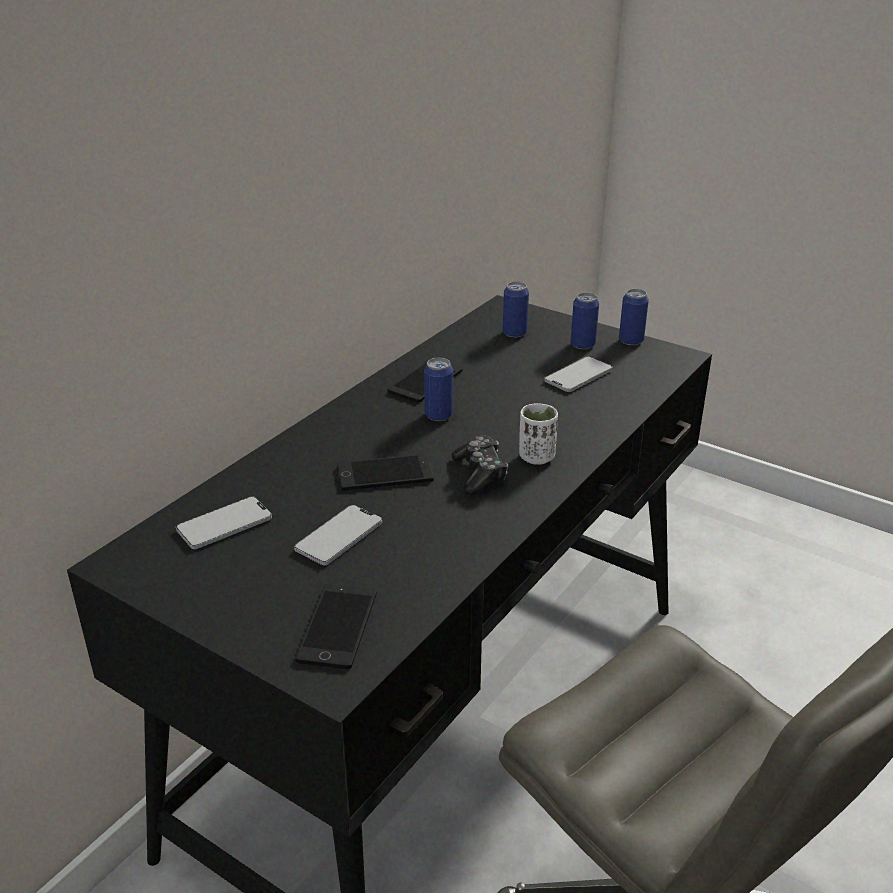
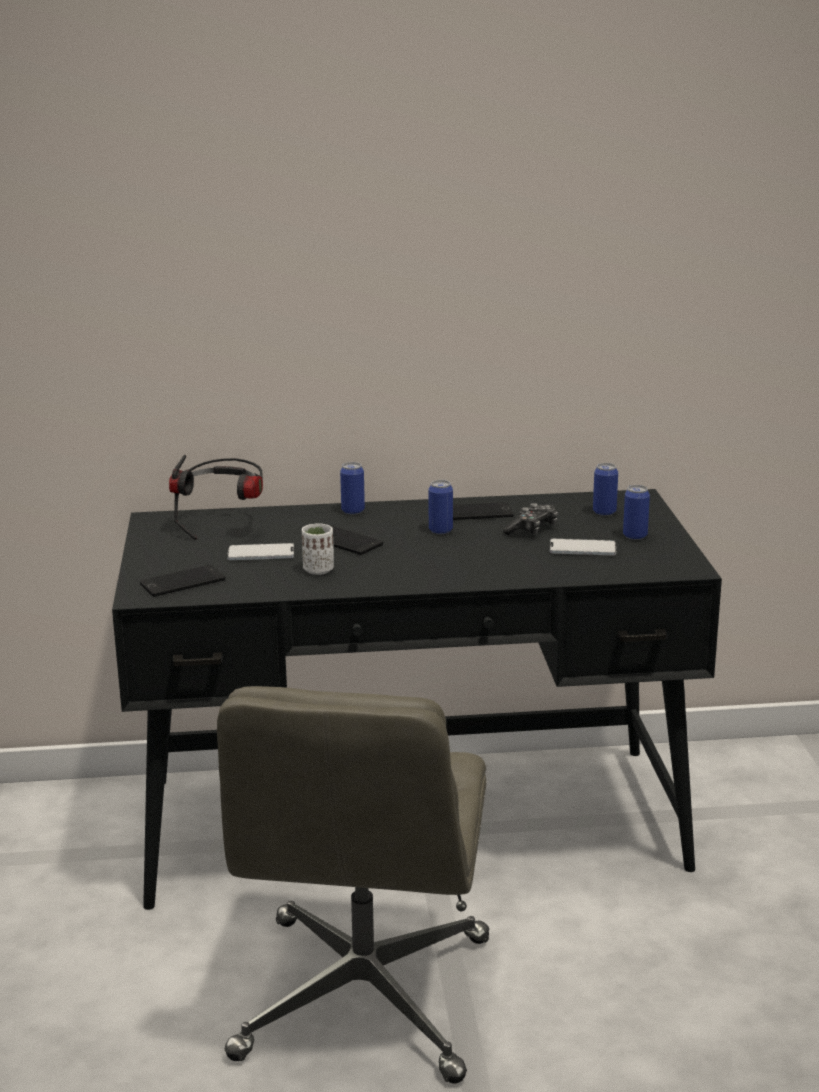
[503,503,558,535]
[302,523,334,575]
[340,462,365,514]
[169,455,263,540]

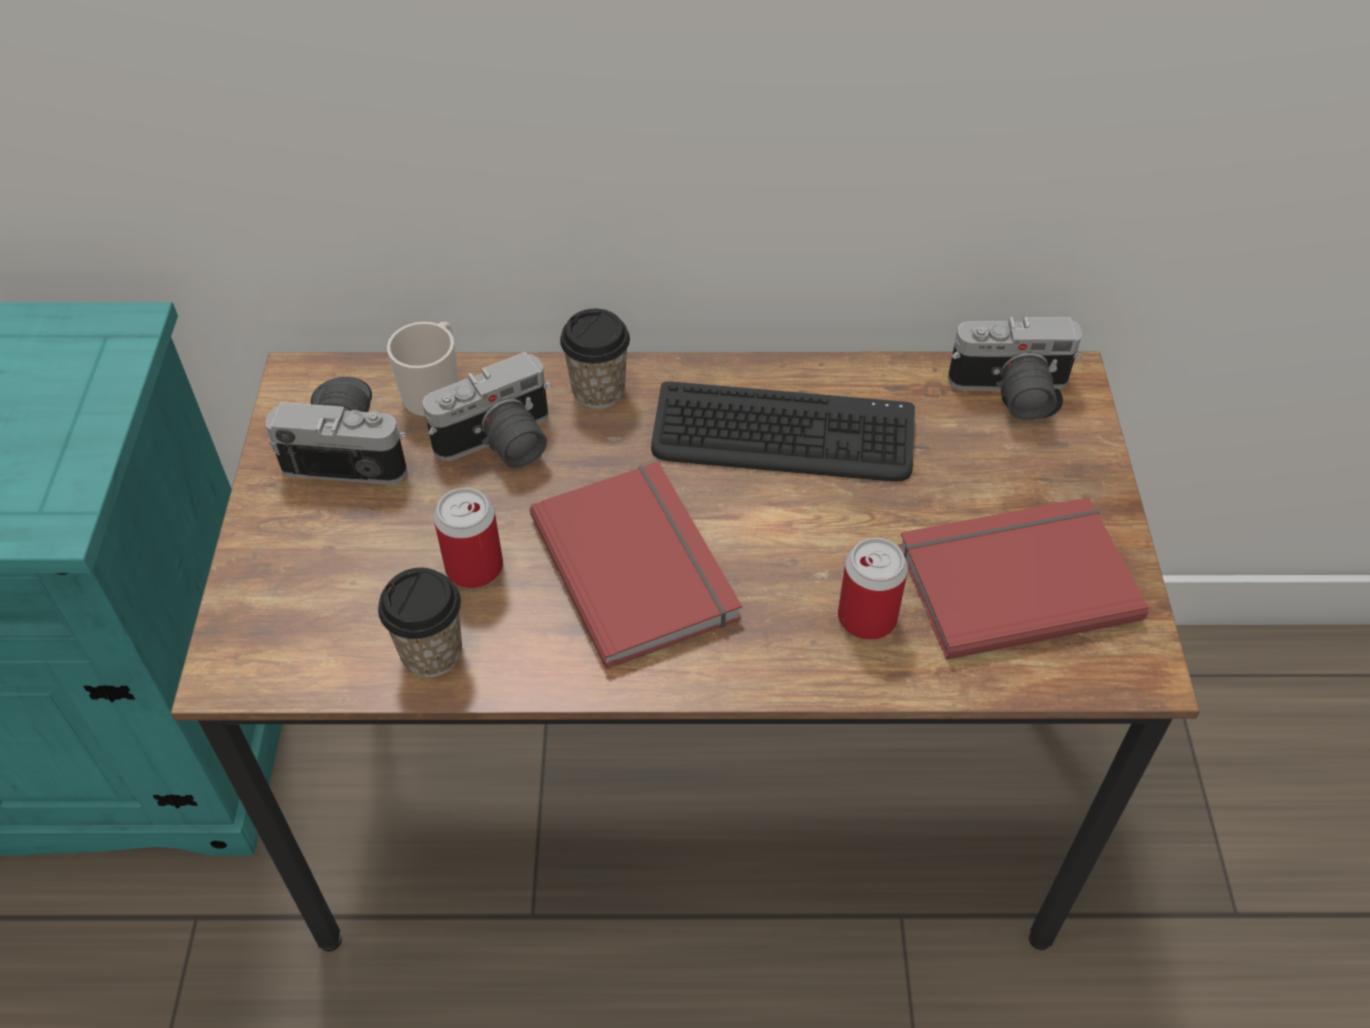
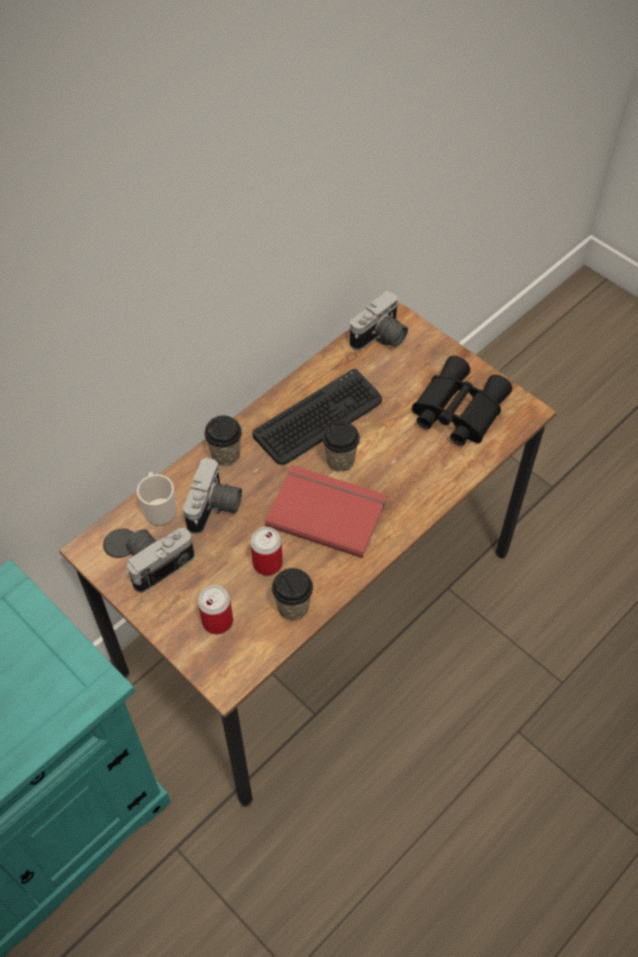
[322,421,360,472]
[198,585,233,634]
[412,356,512,446]

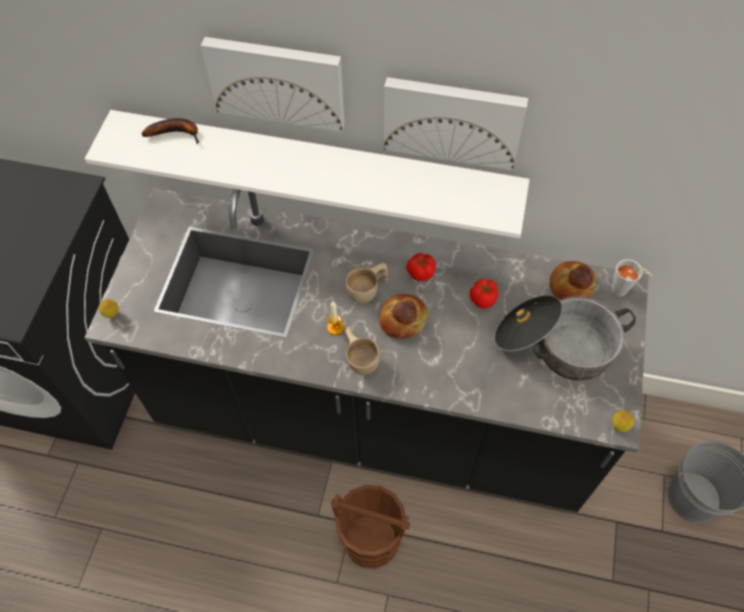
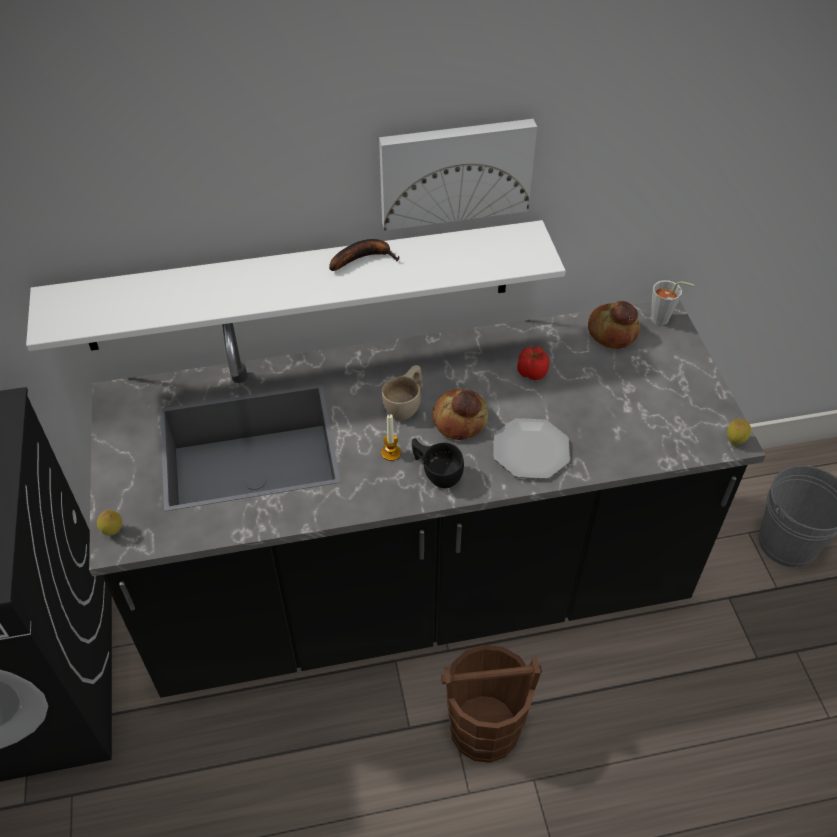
[201,37,345,132] (first image)
[407,253,436,281] (first image)
[494,295,636,381] (first image)
[494,418,570,479]
[329,239,399,271]
[412,438,464,488]

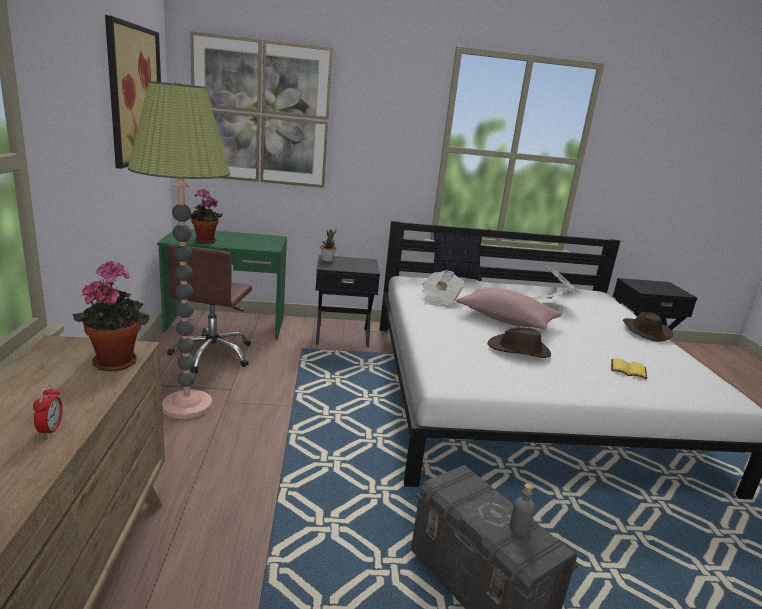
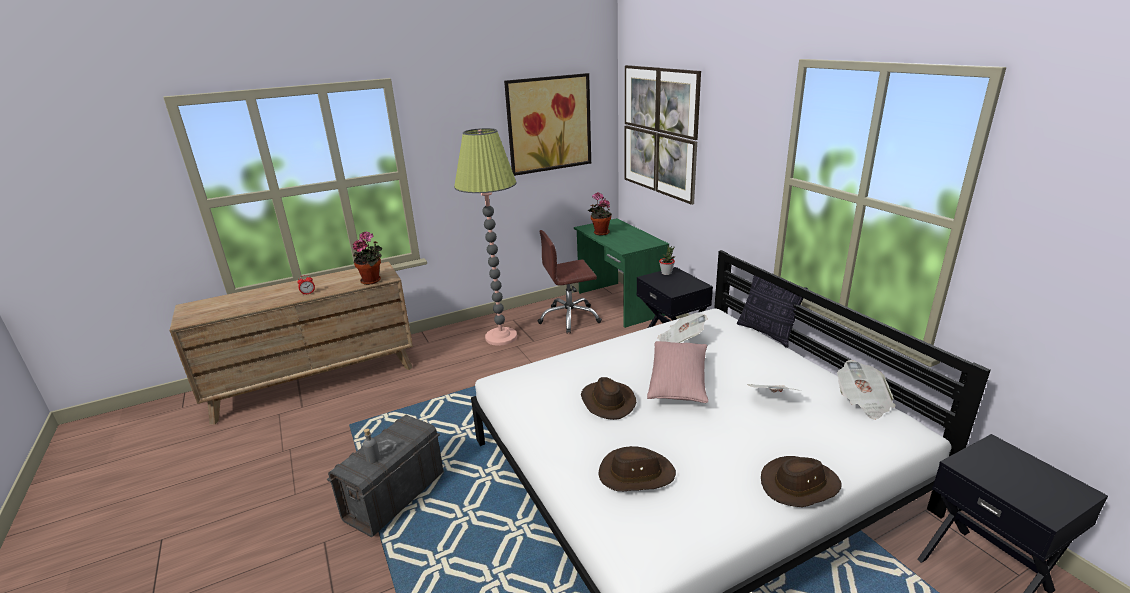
[599,446,676,491]

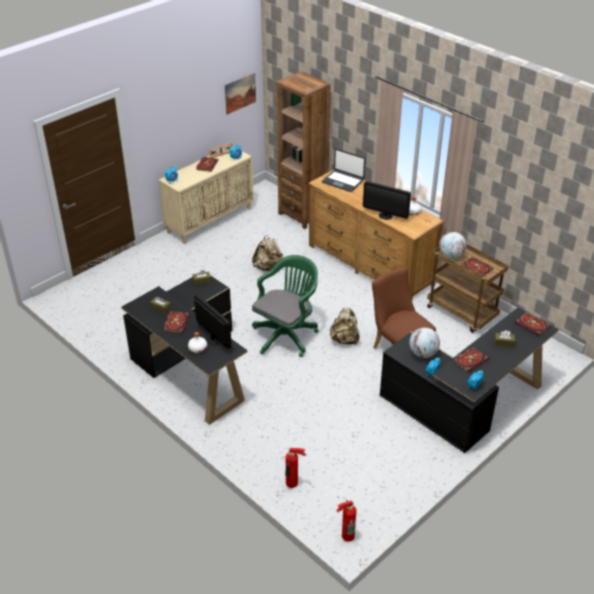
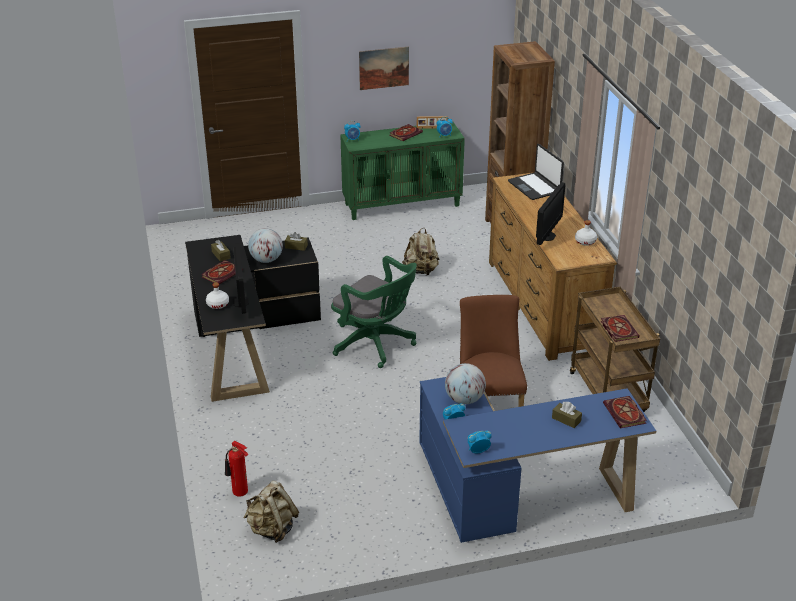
[336,499,356,542] (first image)
[453,347,489,372] (first image)
[359,47,409,90]
[244,481,299,543]
[248,228,283,263]
[340,122,465,220]
[419,377,656,543]
[331,256,417,368]
[536,182,566,245]

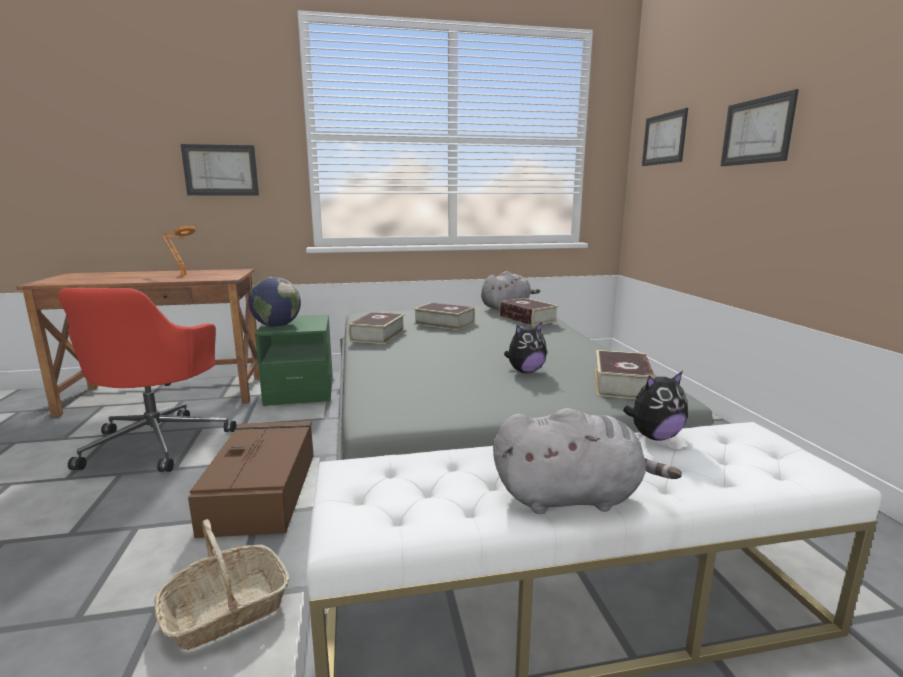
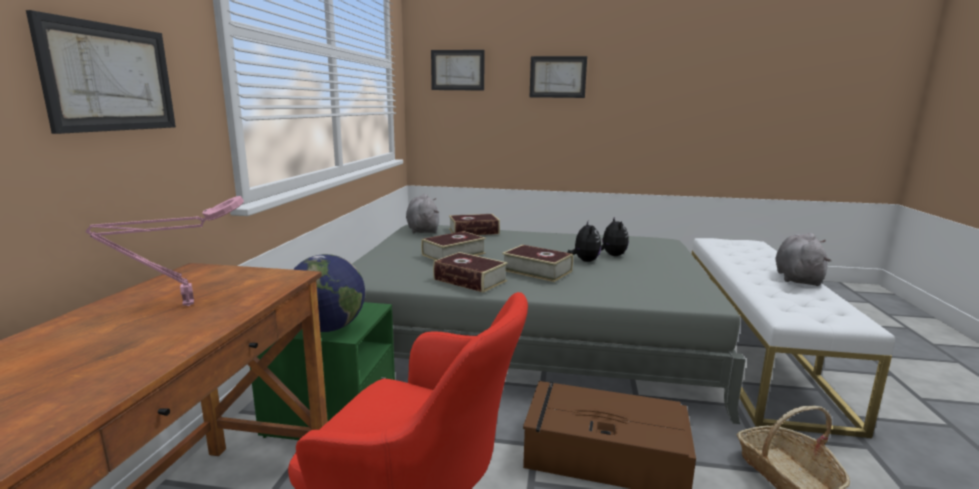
[502,245,573,282]
[567,221,601,262]
[86,196,244,306]

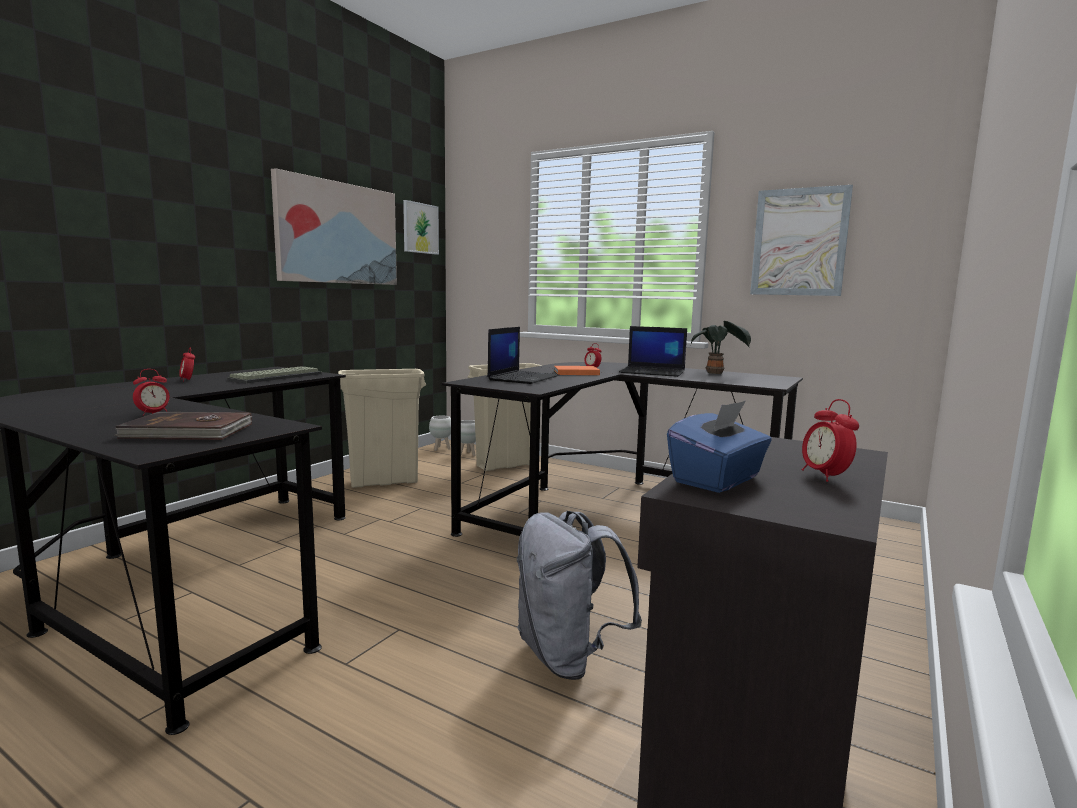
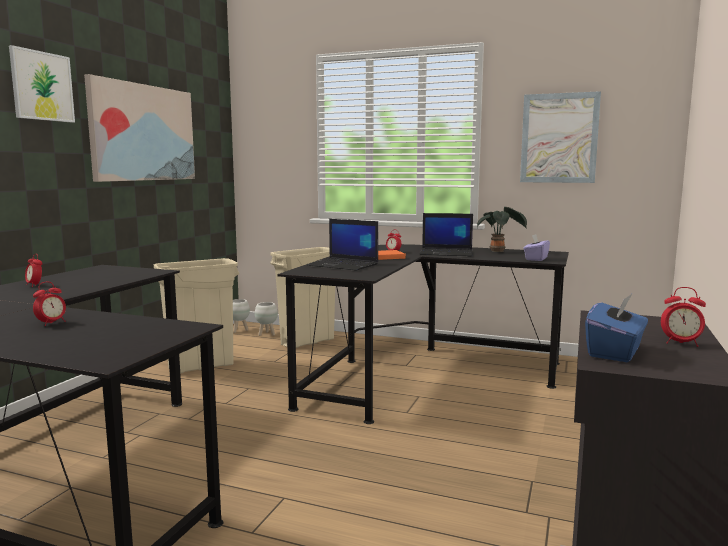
[114,412,252,440] (first image)
[227,366,322,383] (first image)
[517,511,642,680] (first image)
[524,234,550,261]
[9,45,75,123]
[307,219,378,271]
[661,287,706,347]

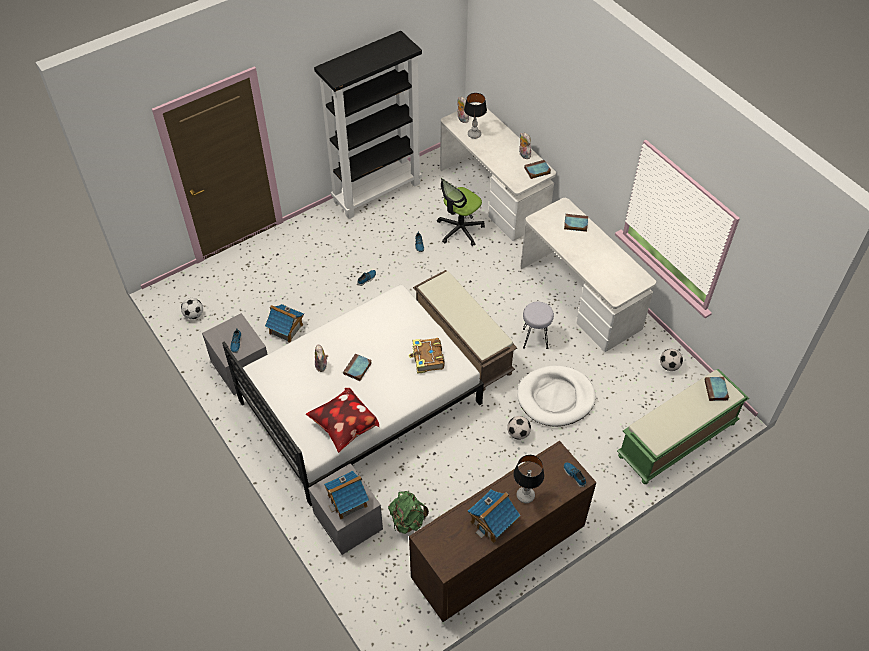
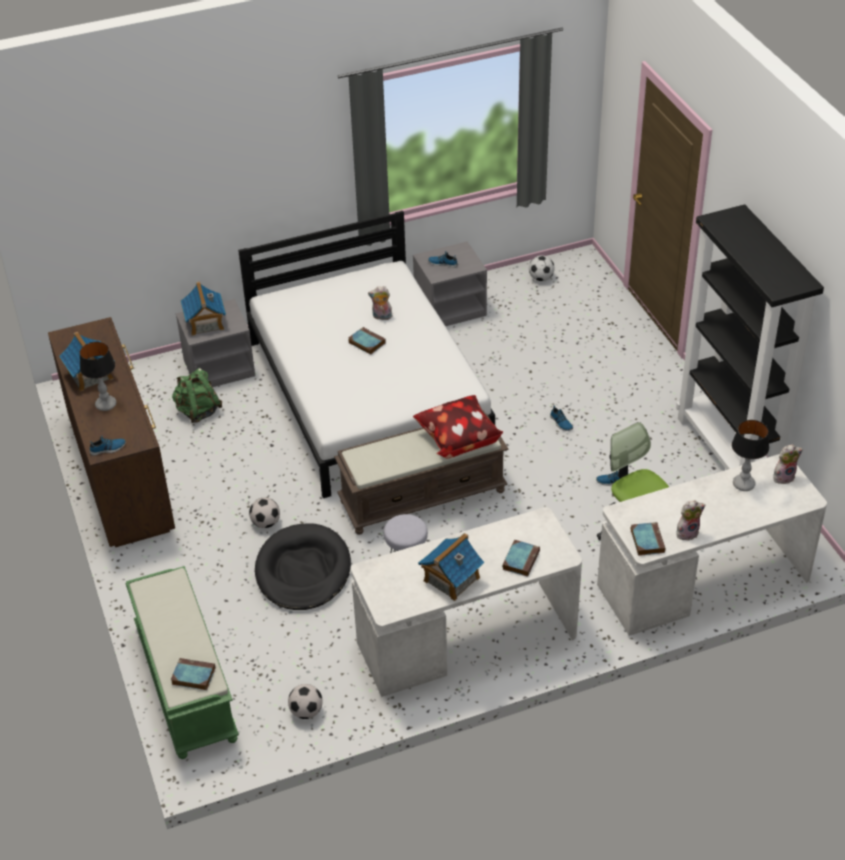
[409,338,445,374] (first image)
[418,533,485,601]
[413,395,503,459]
[255,523,351,610]

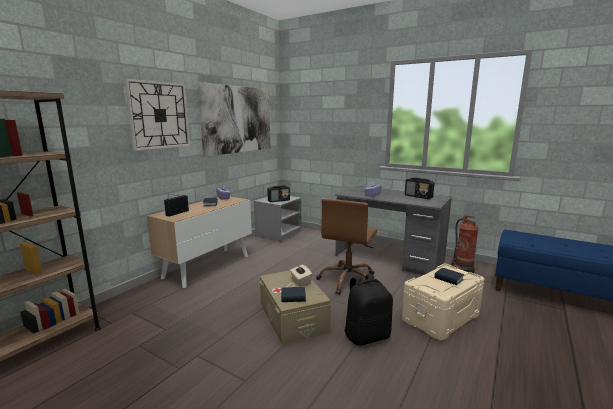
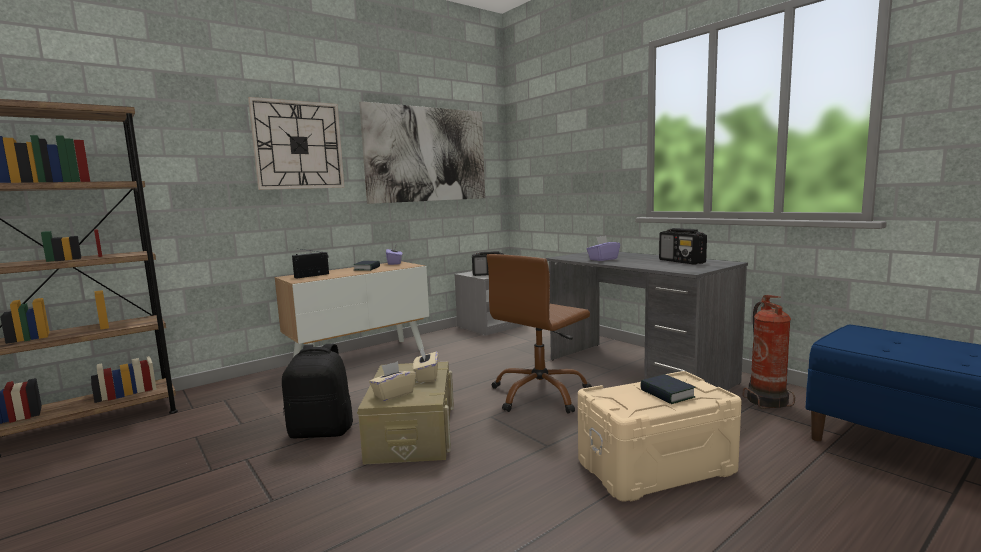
[282,344,353,438]
[369,361,416,401]

